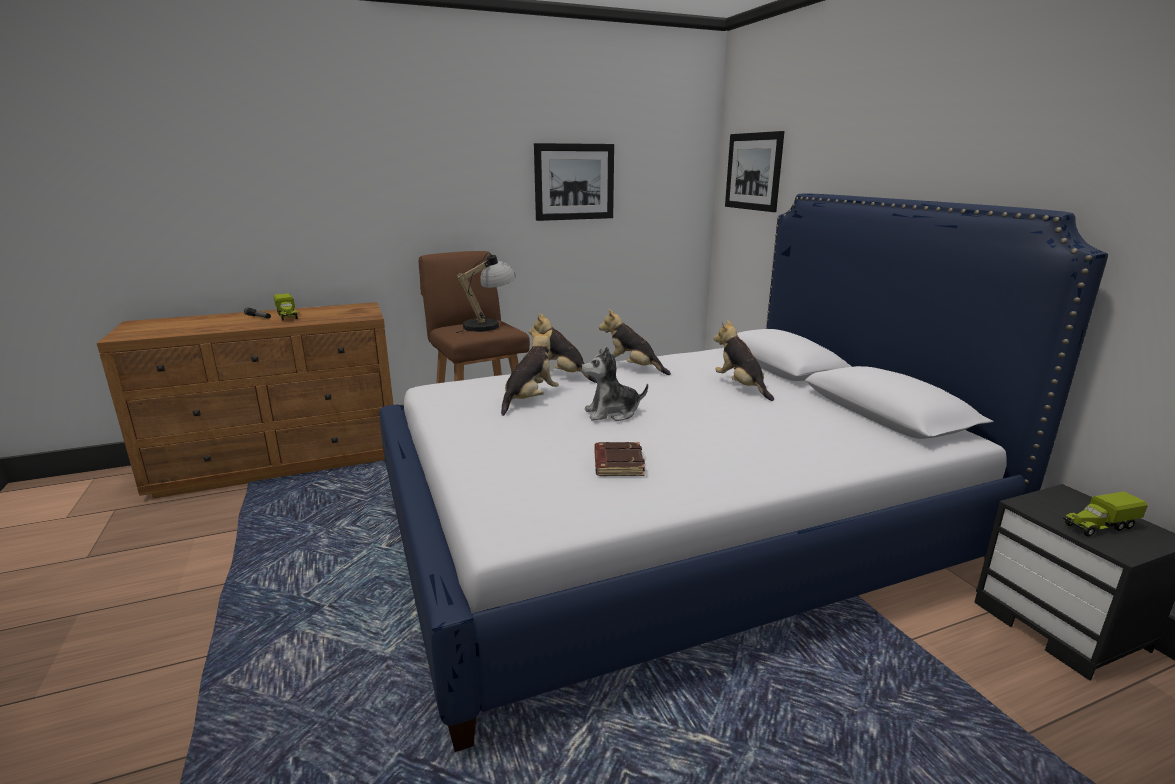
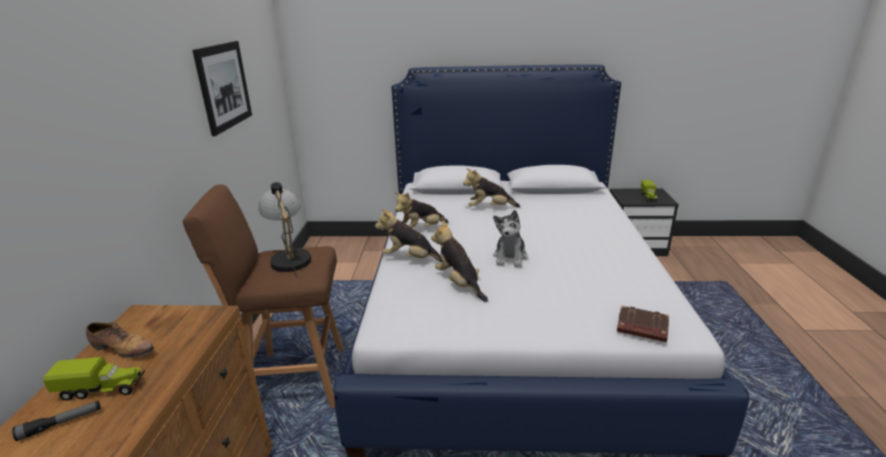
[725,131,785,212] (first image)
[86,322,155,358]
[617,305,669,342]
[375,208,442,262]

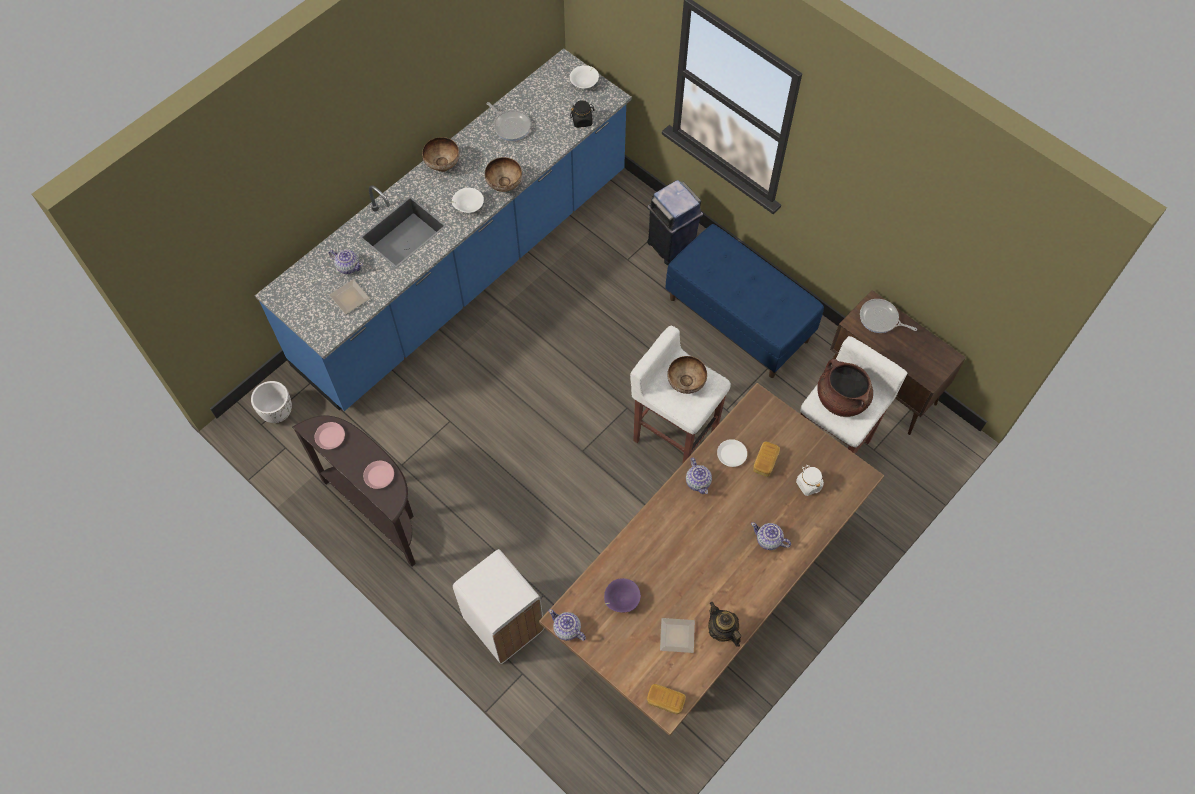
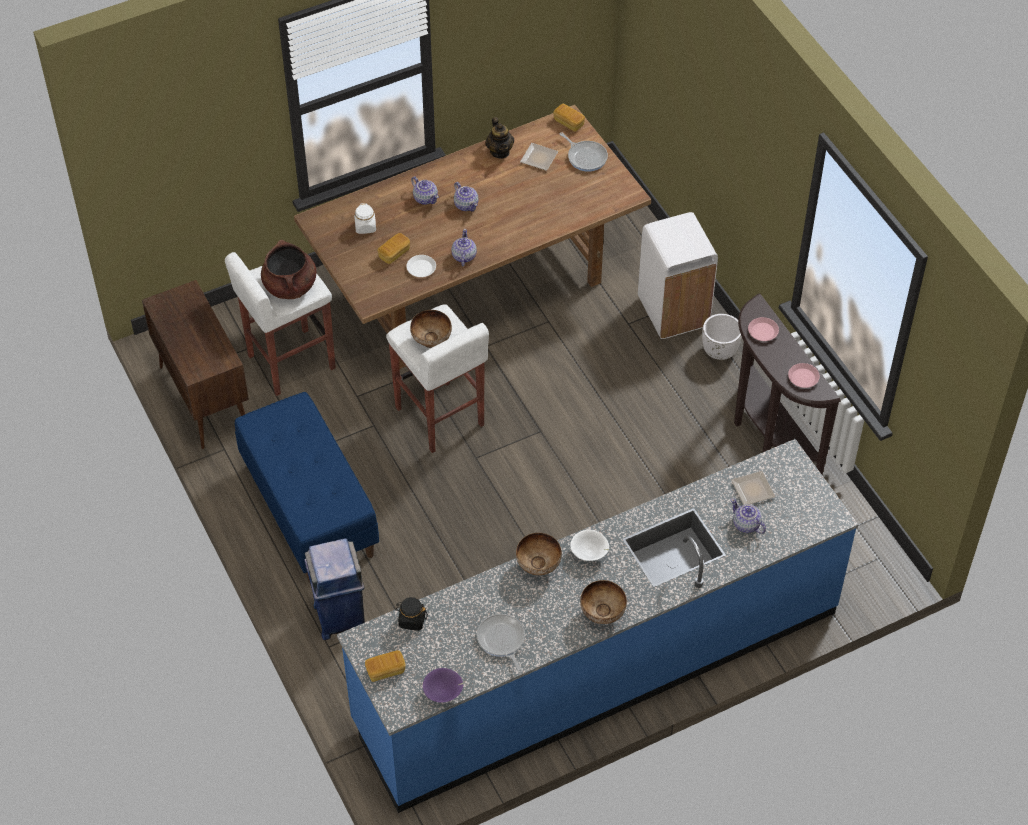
[702,314,742,360]
[454,182,479,212]
[423,668,463,703]
[559,132,608,172]
[365,650,405,682]

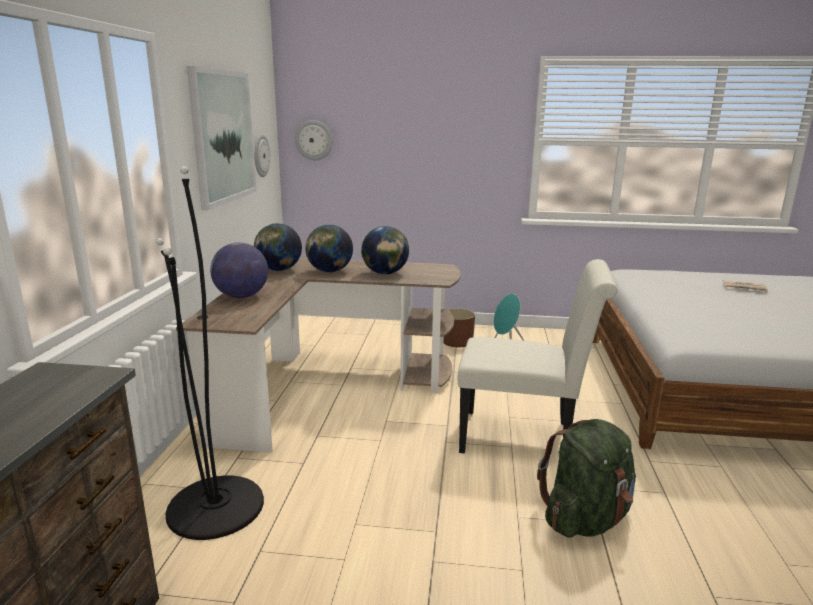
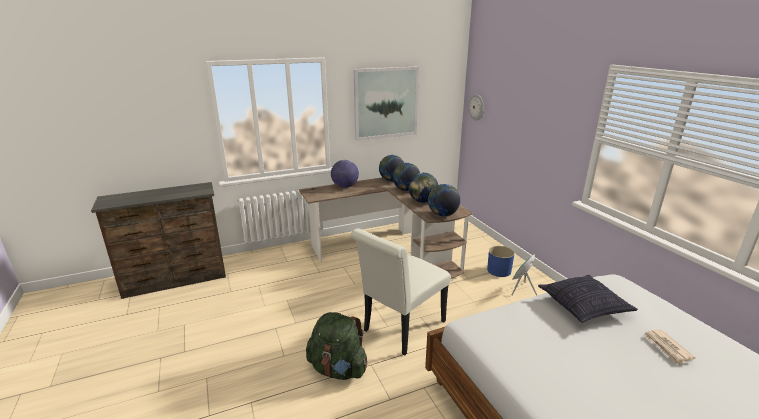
[156,166,264,540] (first image)
[254,134,270,177] (first image)
[428,184,460,216]
[538,275,638,323]
[487,246,515,277]
[351,229,451,356]

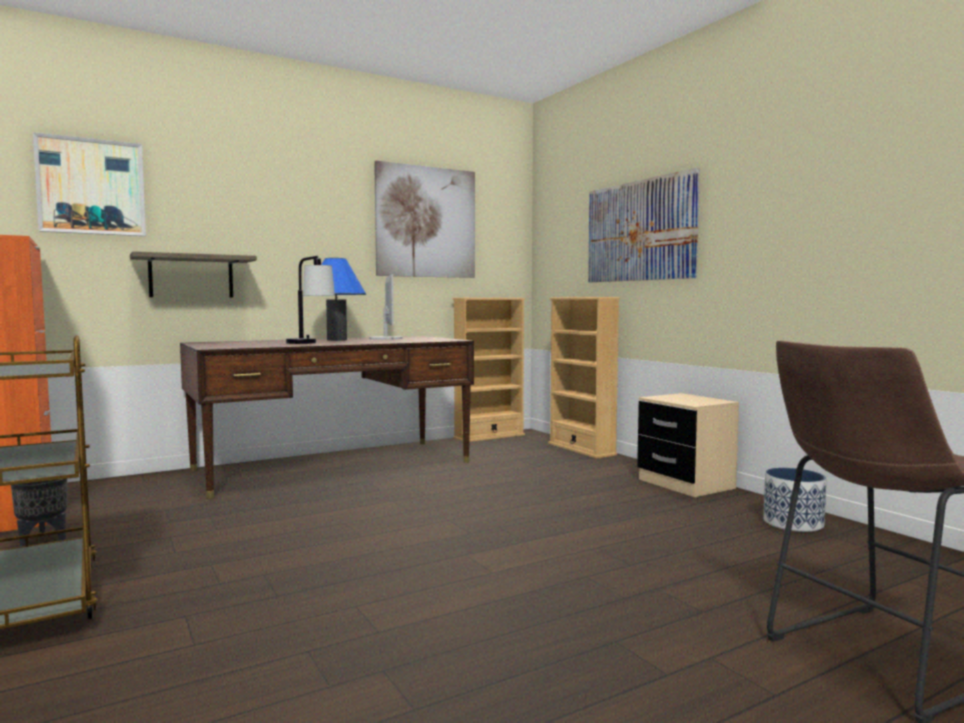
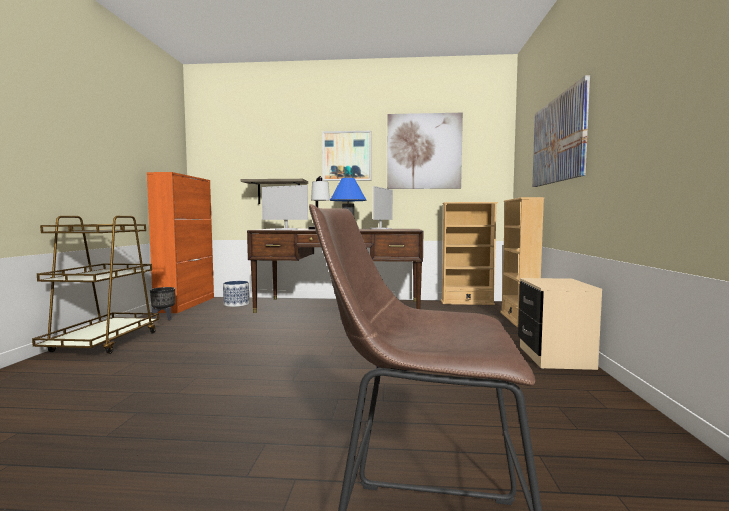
[262,185,308,230]
[322,131,371,181]
[223,281,249,307]

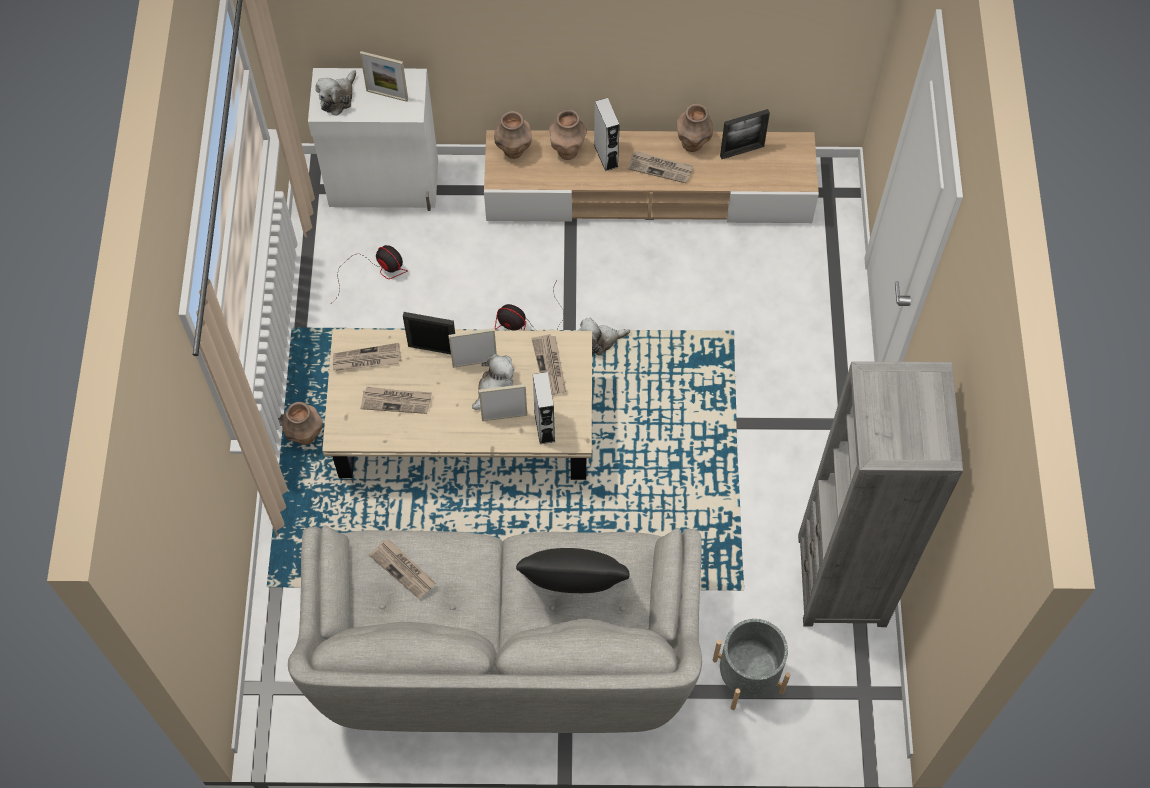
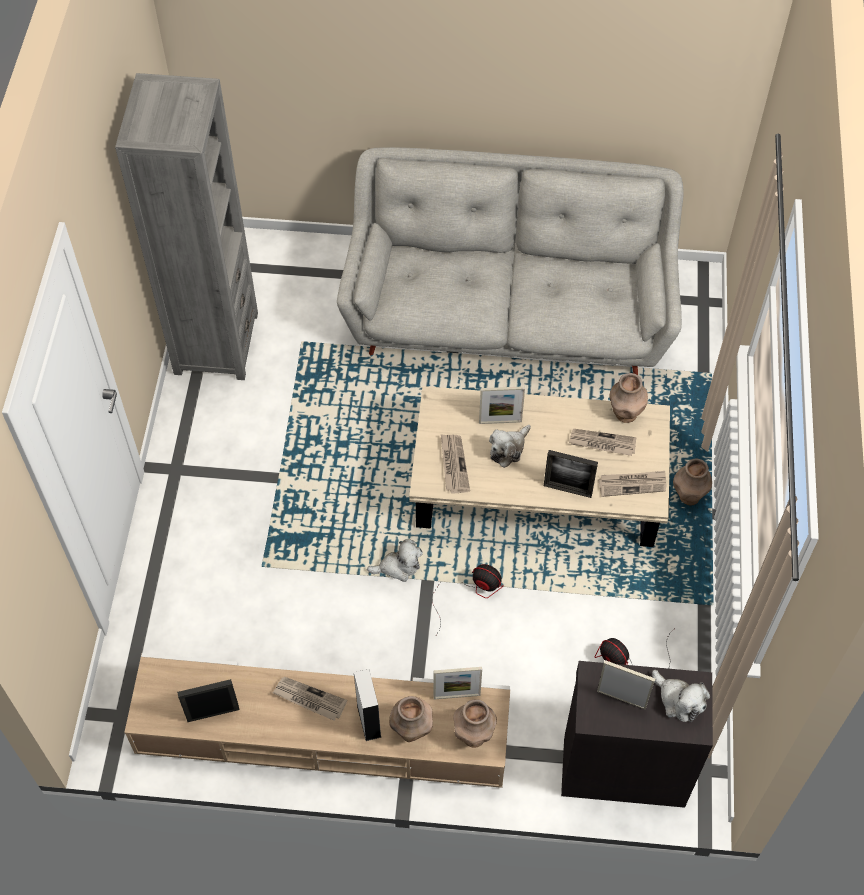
[369,539,436,599] (first image)
[516,548,630,593] (first image)
[533,372,555,444] (first image)
[713,619,790,710] (first image)
[434,667,482,699]
[609,373,648,423]
[561,661,713,808]
[652,670,710,722]

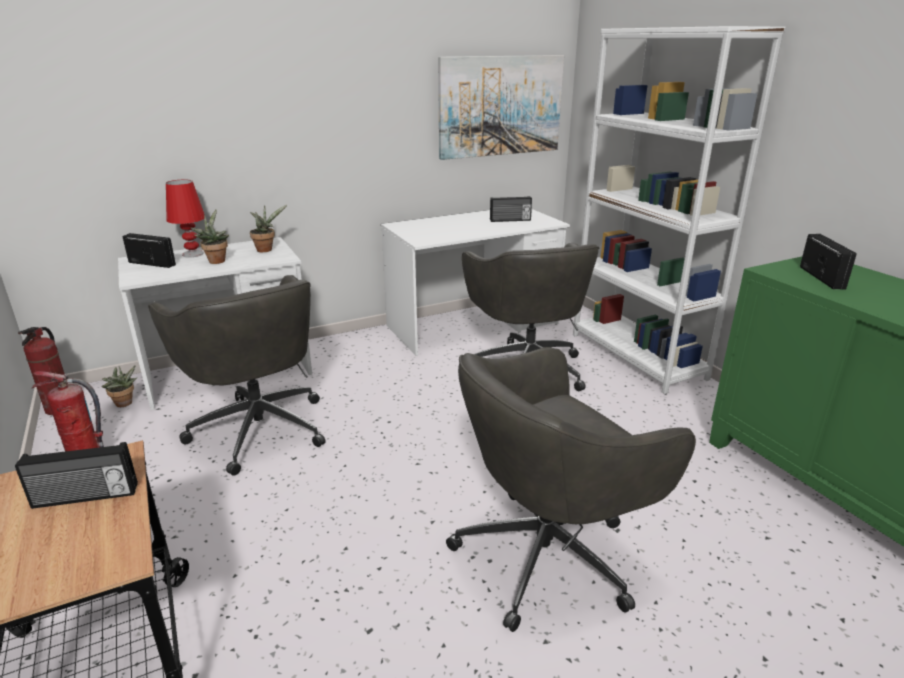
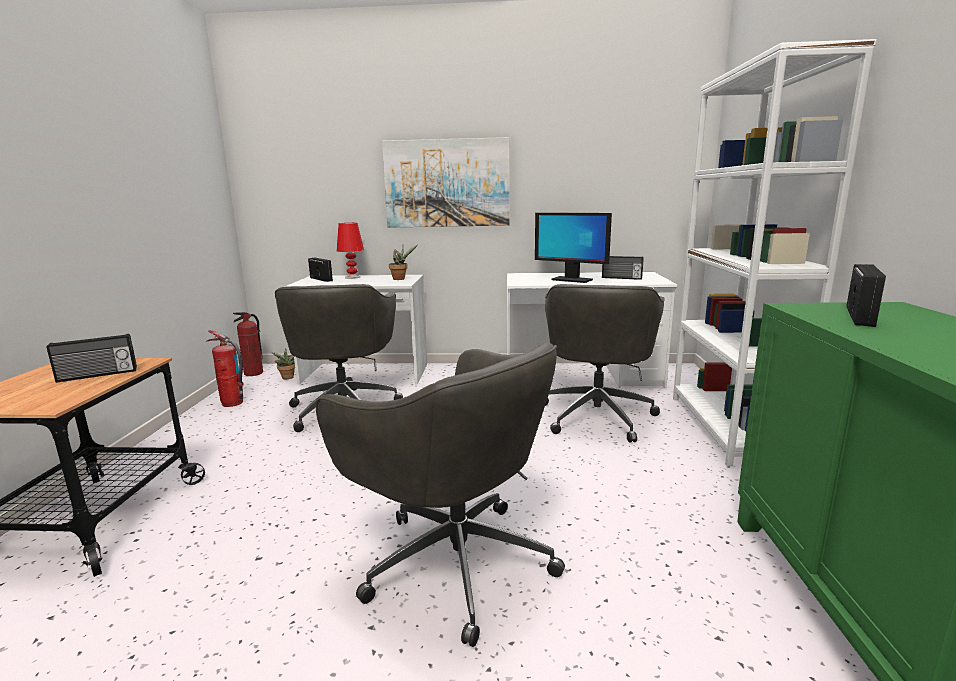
[191,209,229,264] (first image)
[535,213,612,283]
[382,137,510,228]
[47,334,137,383]
[316,343,565,647]

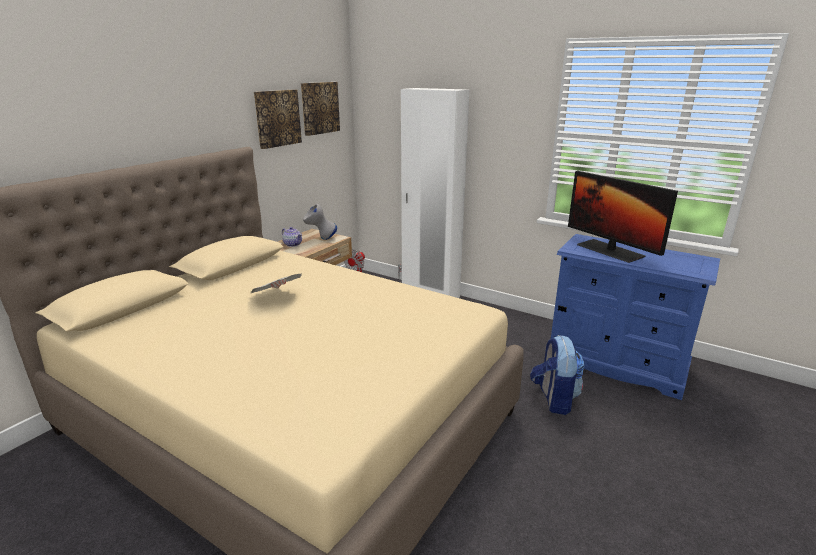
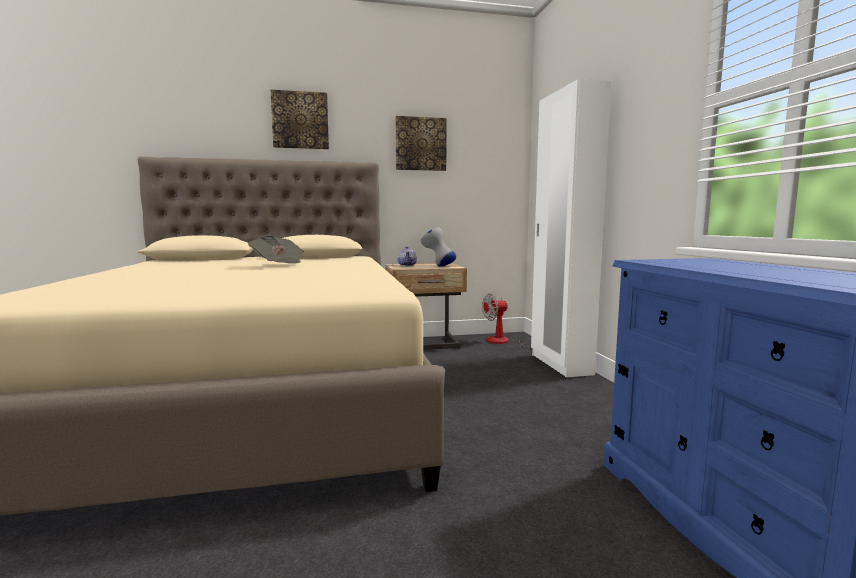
[530,335,584,415] (first image)
[568,171,678,263] (first image)
[271,90,329,149]

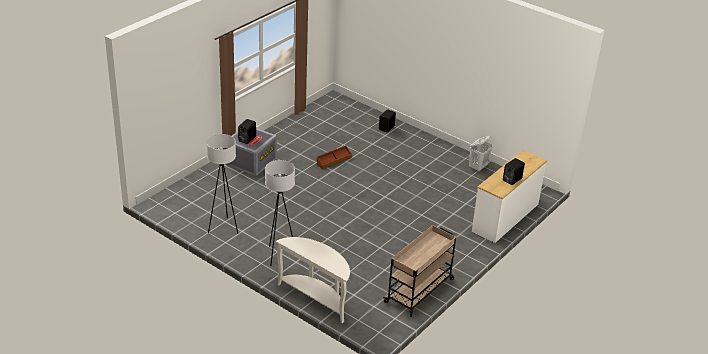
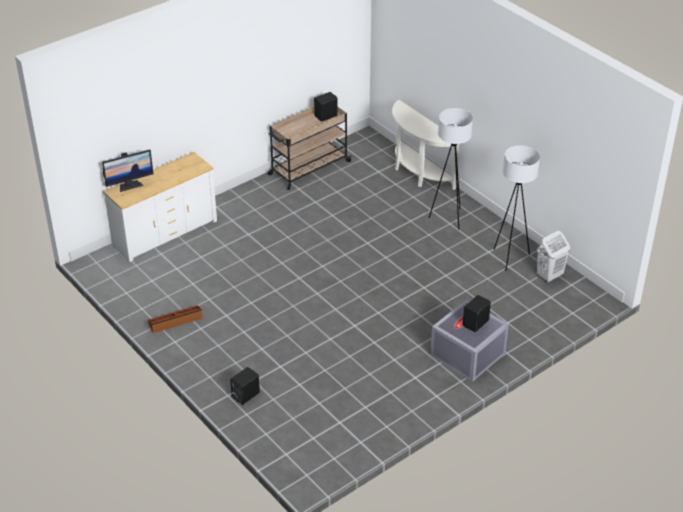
[102,149,153,192]
[148,305,203,333]
[537,231,570,283]
[314,92,338,122]

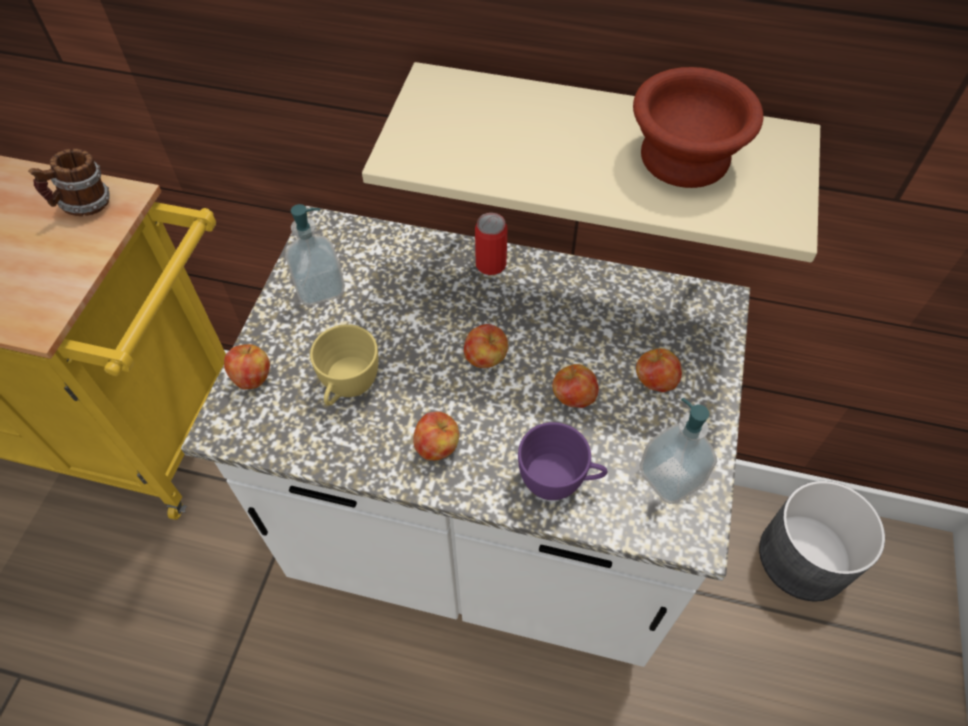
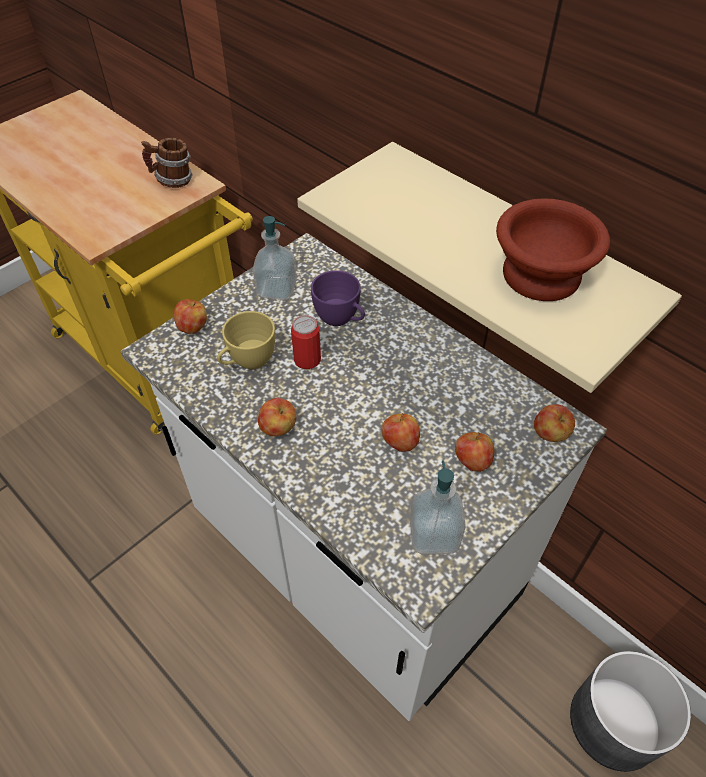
[534,404,575,442]
[291,315,321,369]
[311,270,365,326]

